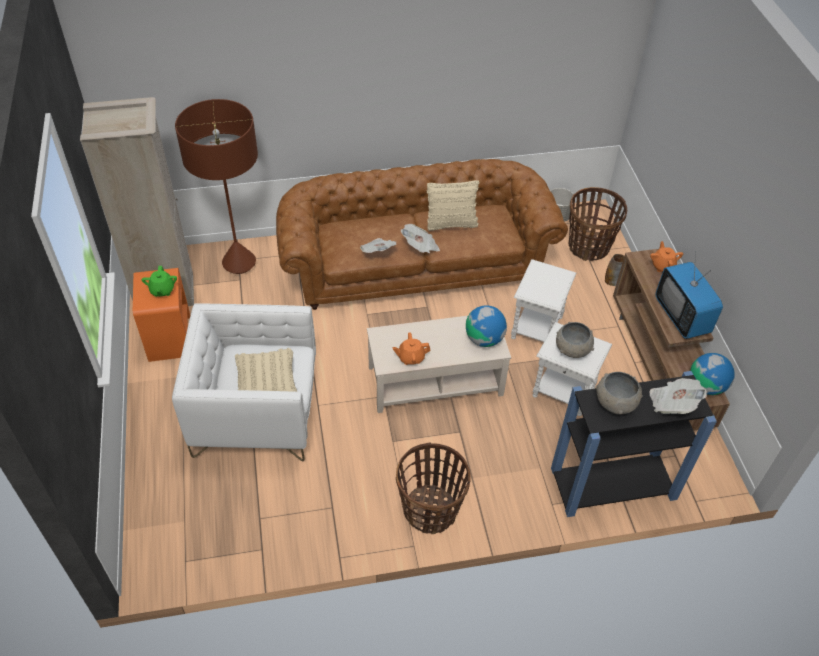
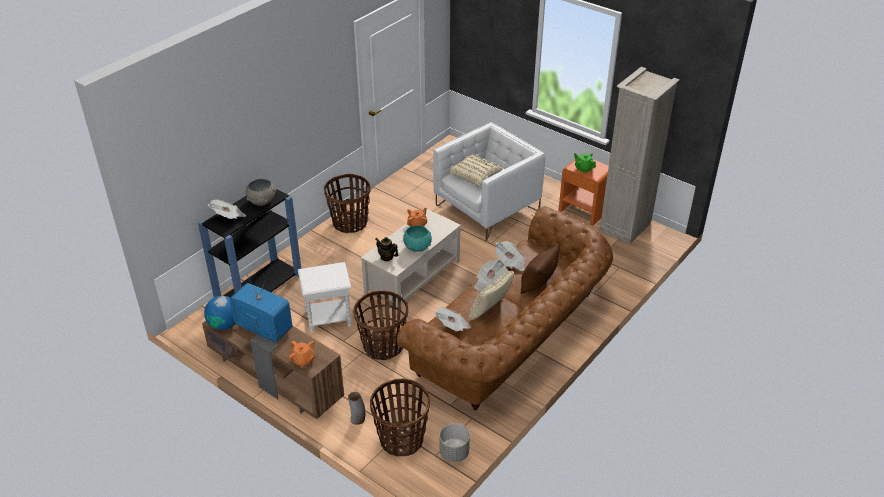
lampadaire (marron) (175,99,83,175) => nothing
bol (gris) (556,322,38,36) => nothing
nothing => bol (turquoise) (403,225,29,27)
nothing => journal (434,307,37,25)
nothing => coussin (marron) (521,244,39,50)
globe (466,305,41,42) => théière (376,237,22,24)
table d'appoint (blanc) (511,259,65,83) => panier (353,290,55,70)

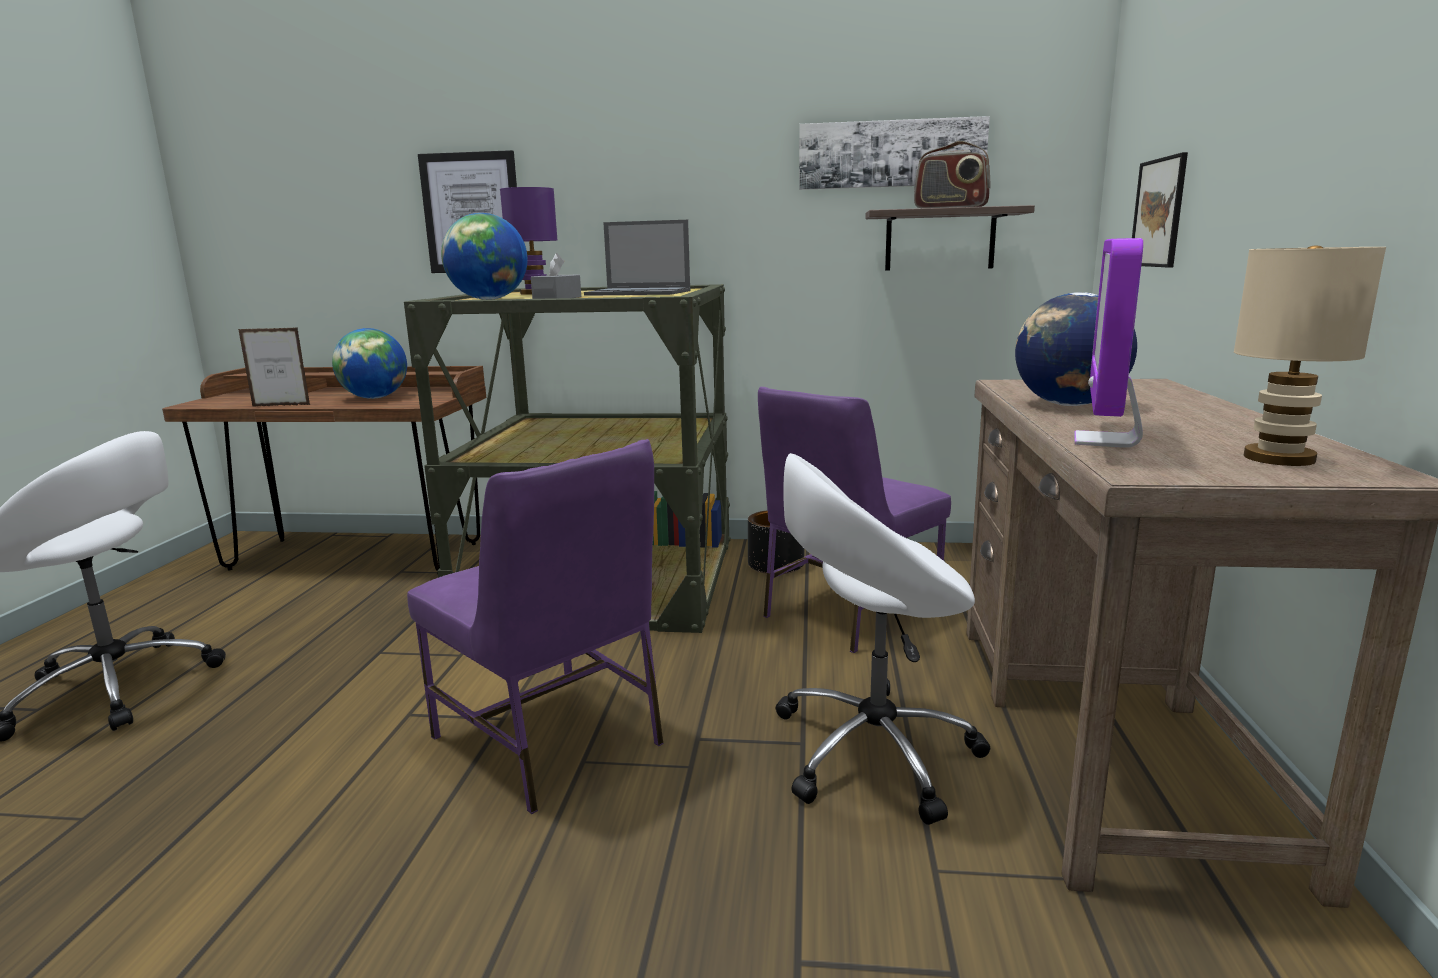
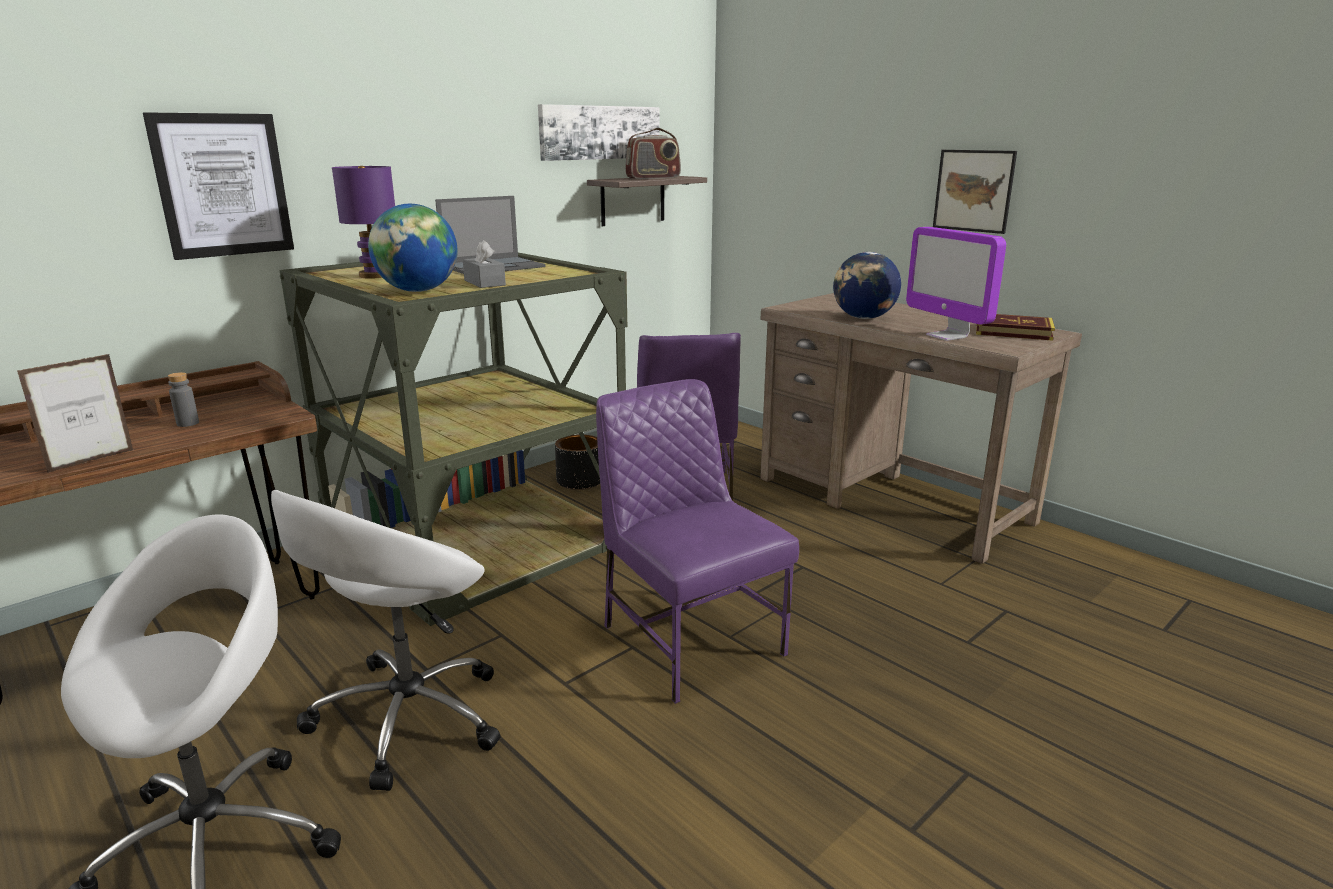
chaise de bureau (blanc) (775,453,215,372) => chaise de bureau (blanc) (271,490,230,301), shifted
tableau (1132,152,56,115) => tableau (933,150,84,84), shifted
globe (332,328,75,71) => bouteille (gris) (168,372,31,55)
lampe de table (beige) (1234,246,152,220) => livre (976,314,79,27)
chaise (violet) (407,439,257,375) => chaise (violet) (596,379,203,325), 120 degrees counterclockwise

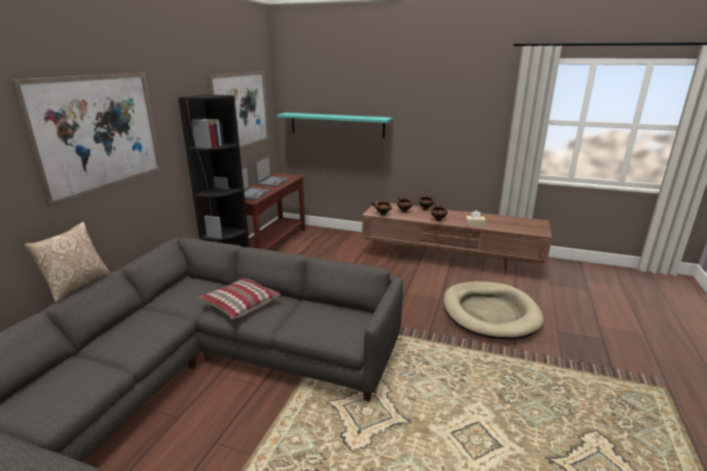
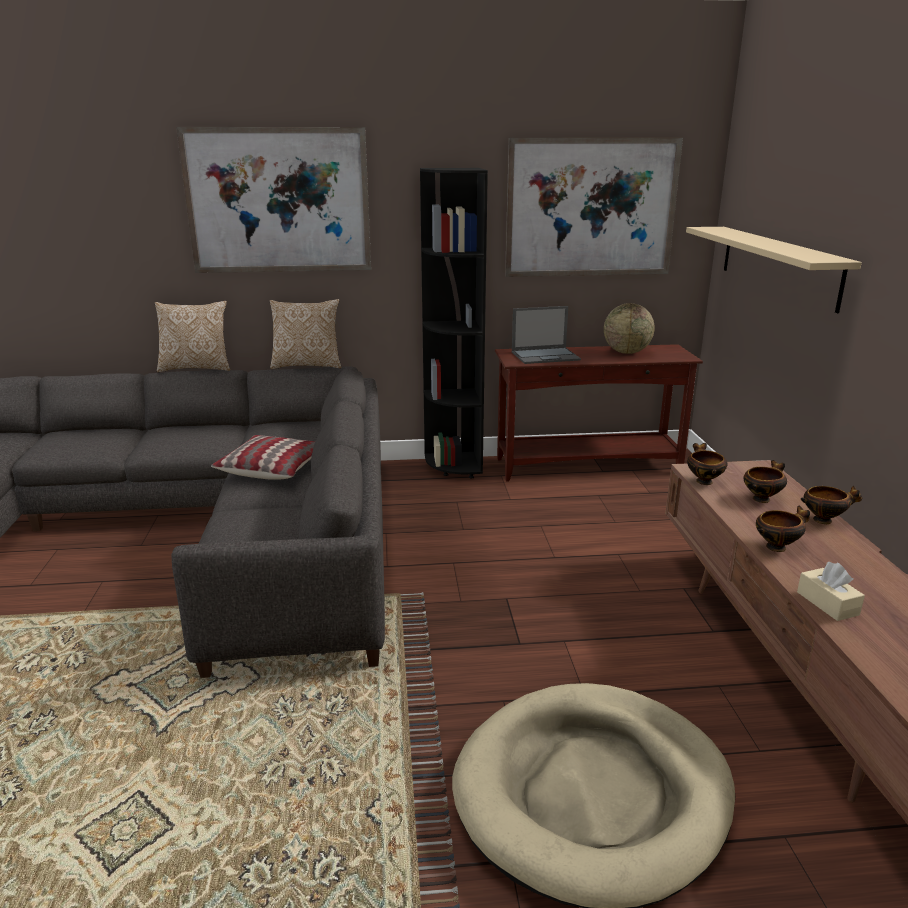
nothing => coussin (270,299,72,70)
ordinateur portable (255,155,35,32) => globe (604,303,51,51)
étagère (turquoise) (276,112,117,26) => étagère (beige) (686,227,176,86)

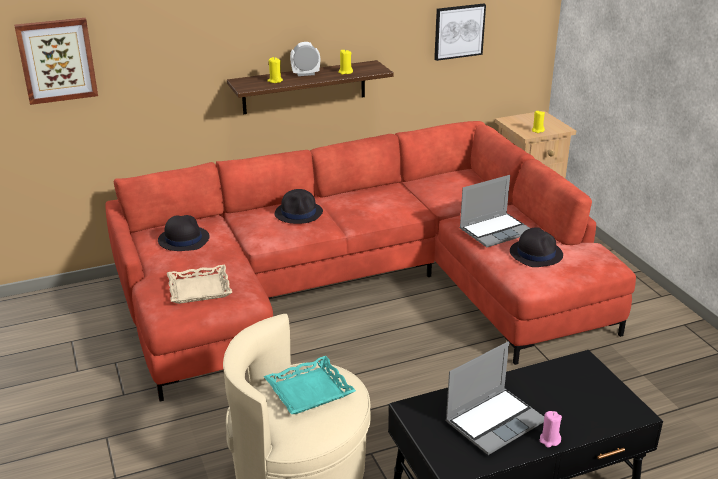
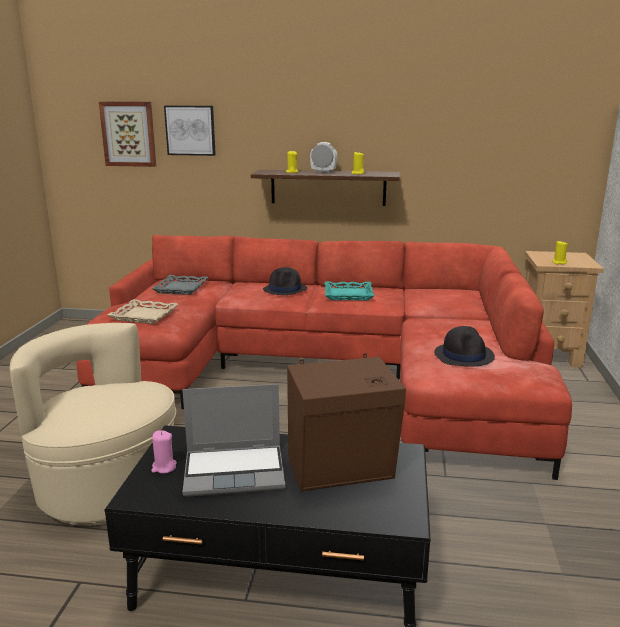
ordinateur portable (459,175,71,72) => nothing
nothing => enceinte (marron) (287,353,119,139)
plateau (turquoise) (264,356,92,58) => plateau (turquoise) (325,282,50,18), shifted
tableau (434,3,52,58) => tableau (164,106,52,50), shifted
bougie (rose) (540,411,22,37) => bougie (rose) (151,430,26,43), shifted
chapeau (noir) (158,215,52,36) => plateau (gris) (151,275,57,20)

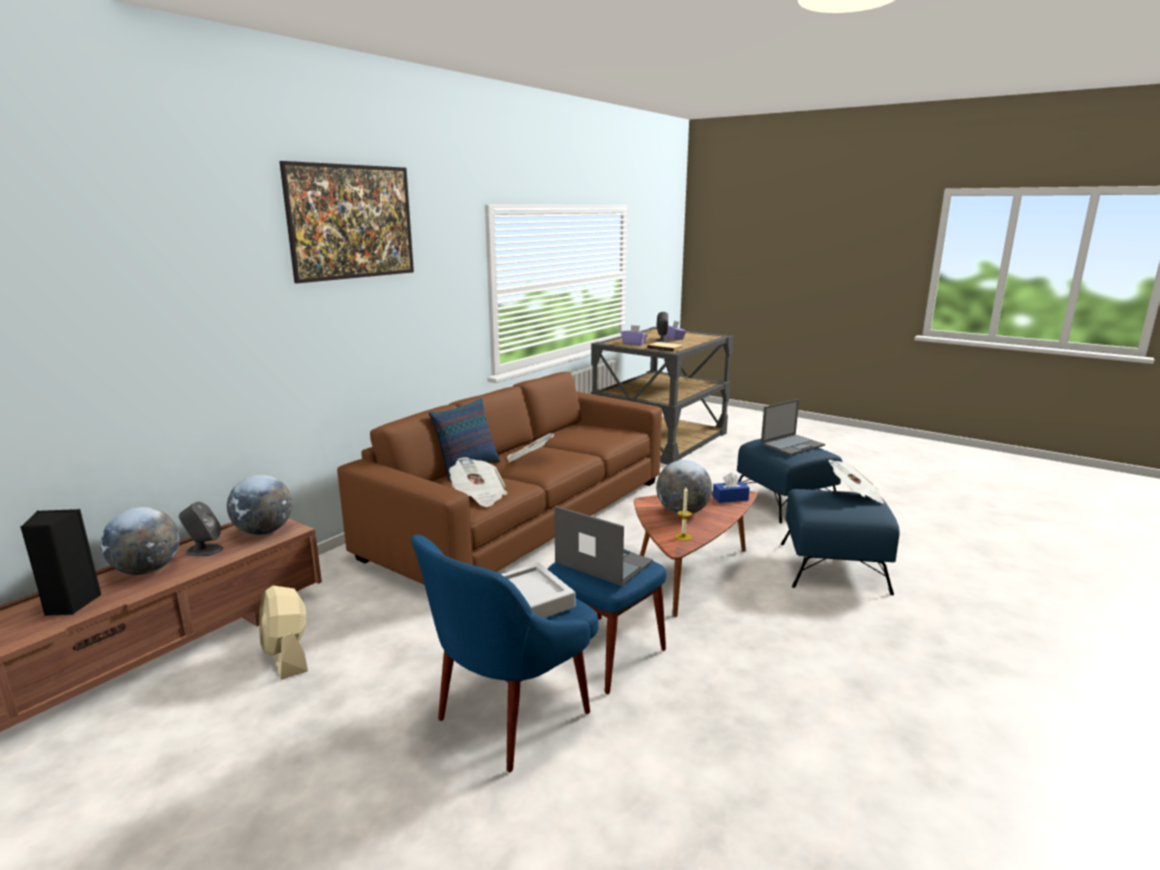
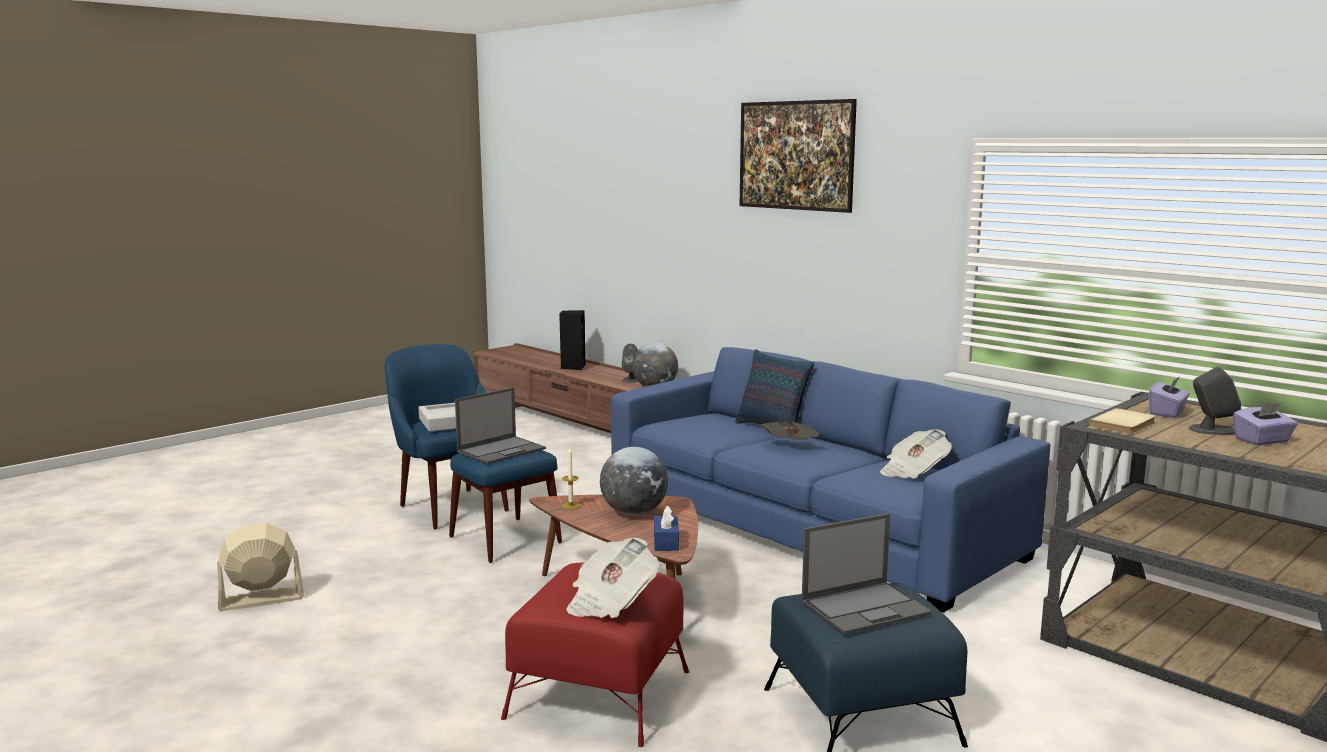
globe (101,507,79,68) => nothing
ventilateur (beige) (259,586,49,94) => ventilateur (beige) (217,523,87,88), shifted
journal (449,457,58,50) => journal (880,429,72,50), shifted
canapé (marron) (337,372,325,212) => canapé (bleu) (611,347,439,266)
pouf (bleu) (781,489,119,106) => pouf (rouge) (501,562,188,185)
ordinateur portable (761,399,64,56) => ordinateur portable (801,513,131,122), 90 degrees counterclockwise

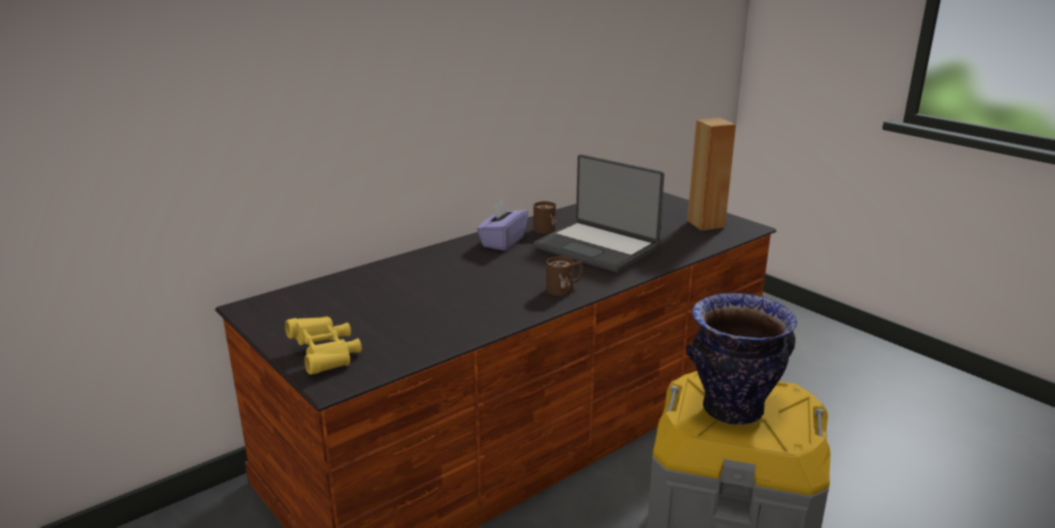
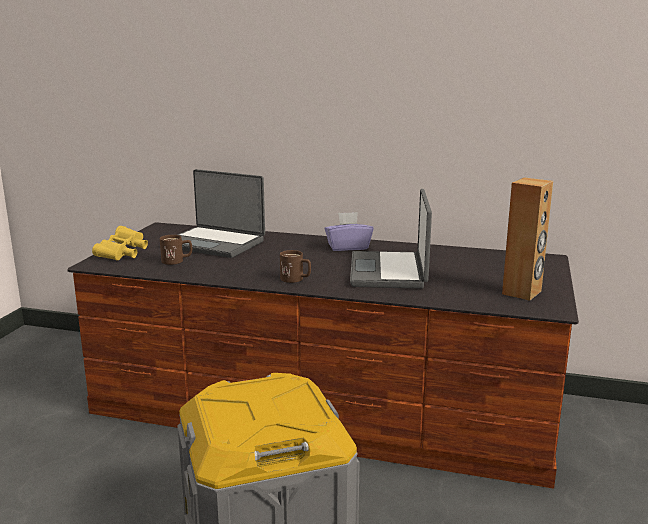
vase (686,293,111,132) => nothing
nothing => ordinateur portable (178,169,87,89)
mug (marron) (533,201,23,33) => mug (marron) (160,235,32,30), shifted

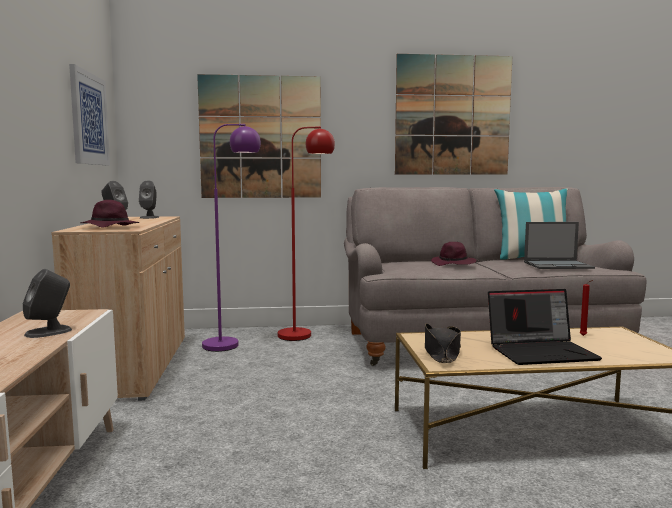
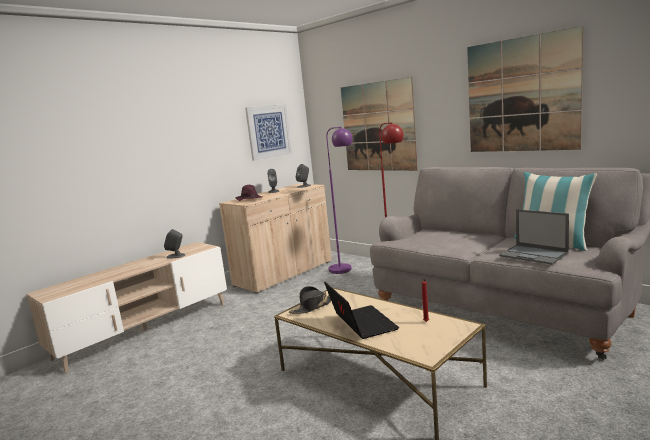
chapeau (violet) (431,242,45,24) => nothing
ordinateur portable (488,289,114,76) => ordinateur portable (324,282,75,57), 150 degrees counterclockwise

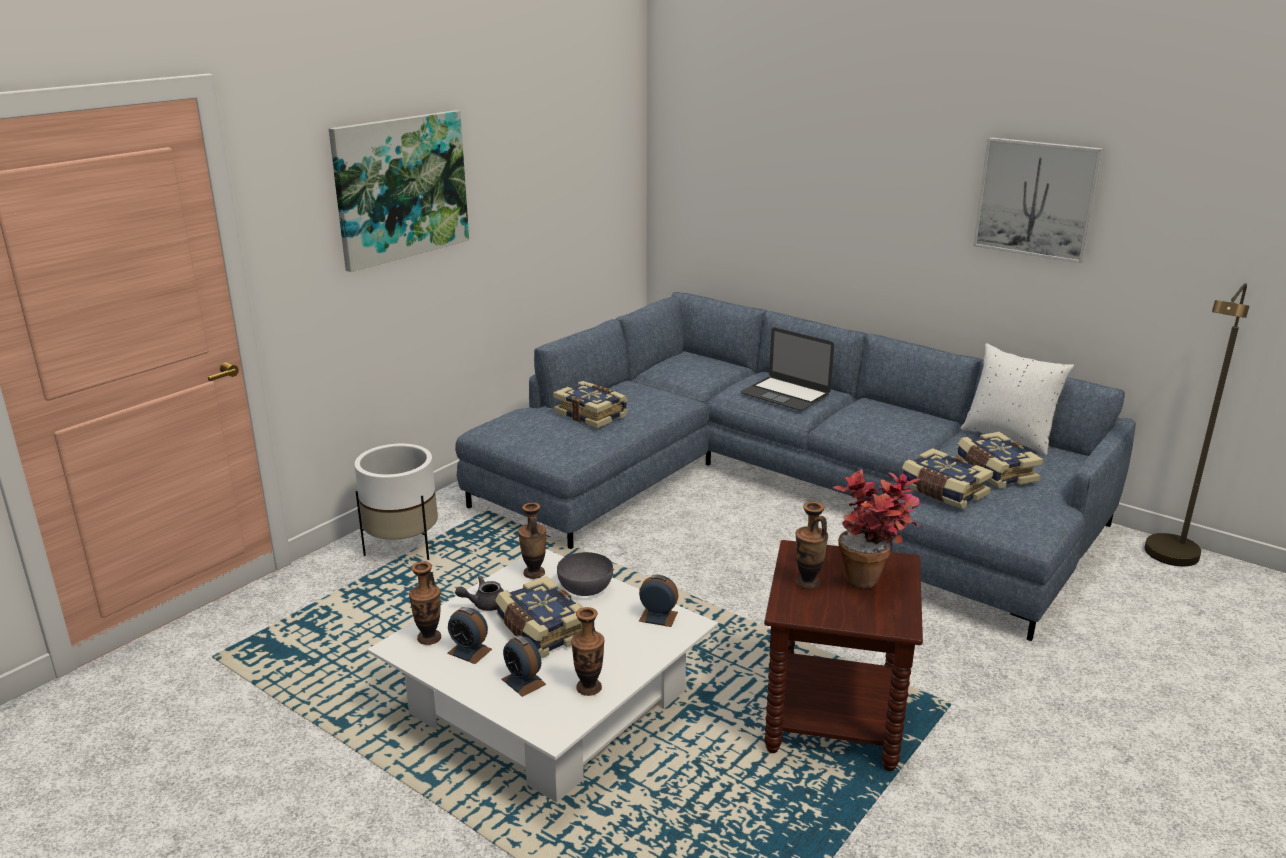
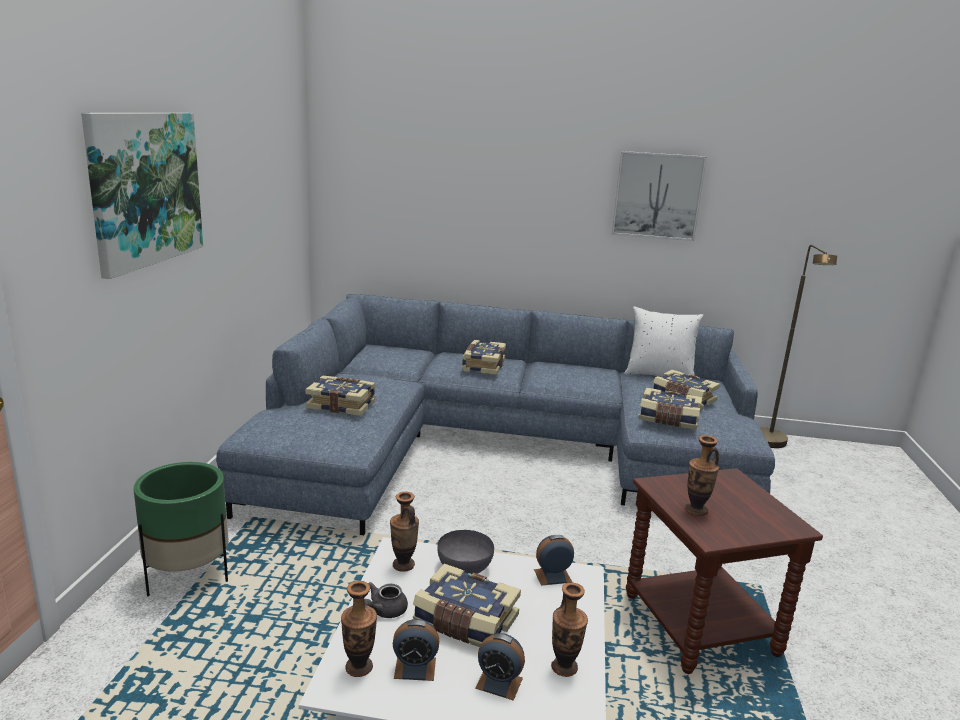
plante en pot (833,469,87,120) => nothing
ordinateur portable (740,328,94,83) => livre (462,340,44,35)
cache-pot (blanc) (355,444,83,116) => cache-pot (vert) (134,462,95,134)

